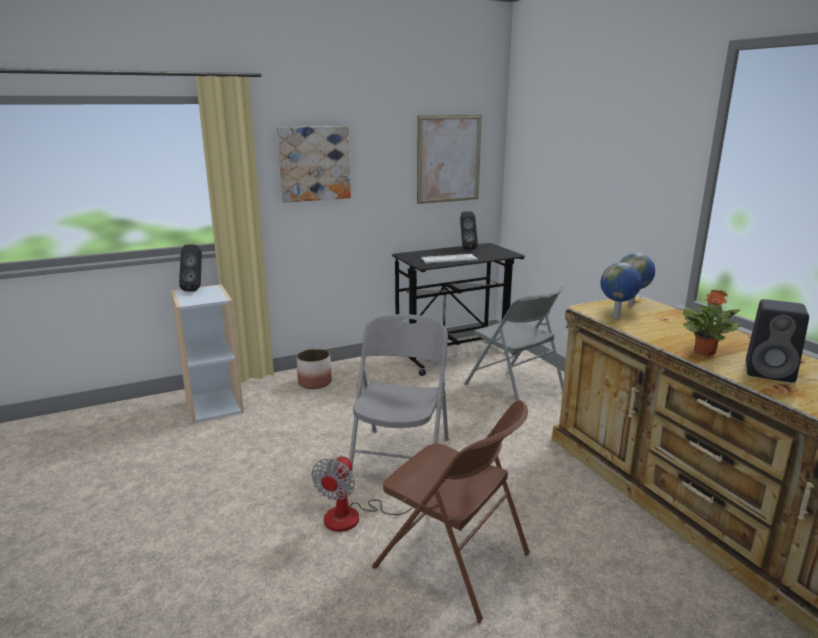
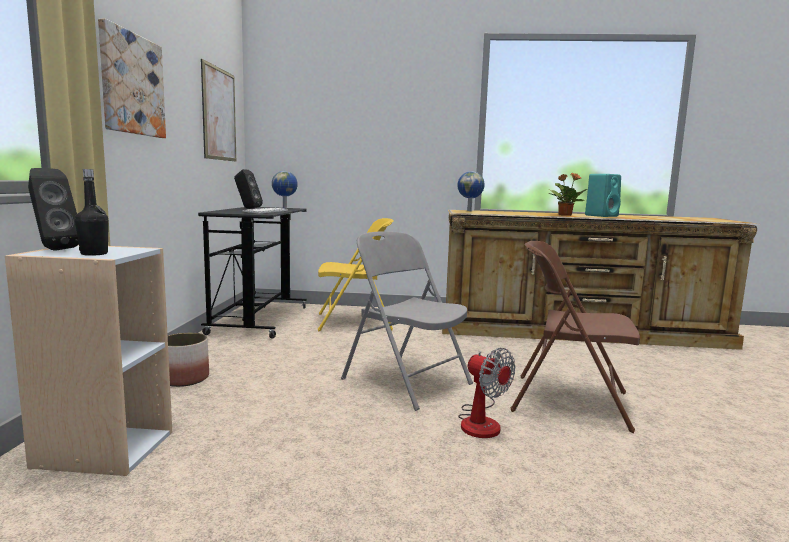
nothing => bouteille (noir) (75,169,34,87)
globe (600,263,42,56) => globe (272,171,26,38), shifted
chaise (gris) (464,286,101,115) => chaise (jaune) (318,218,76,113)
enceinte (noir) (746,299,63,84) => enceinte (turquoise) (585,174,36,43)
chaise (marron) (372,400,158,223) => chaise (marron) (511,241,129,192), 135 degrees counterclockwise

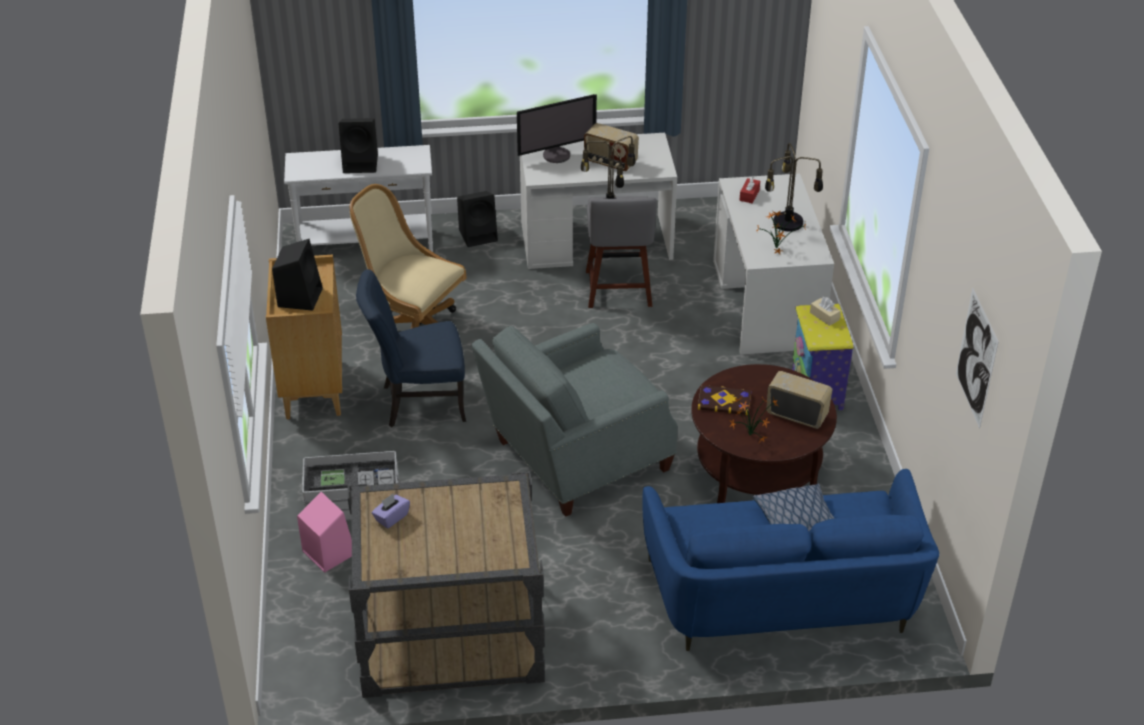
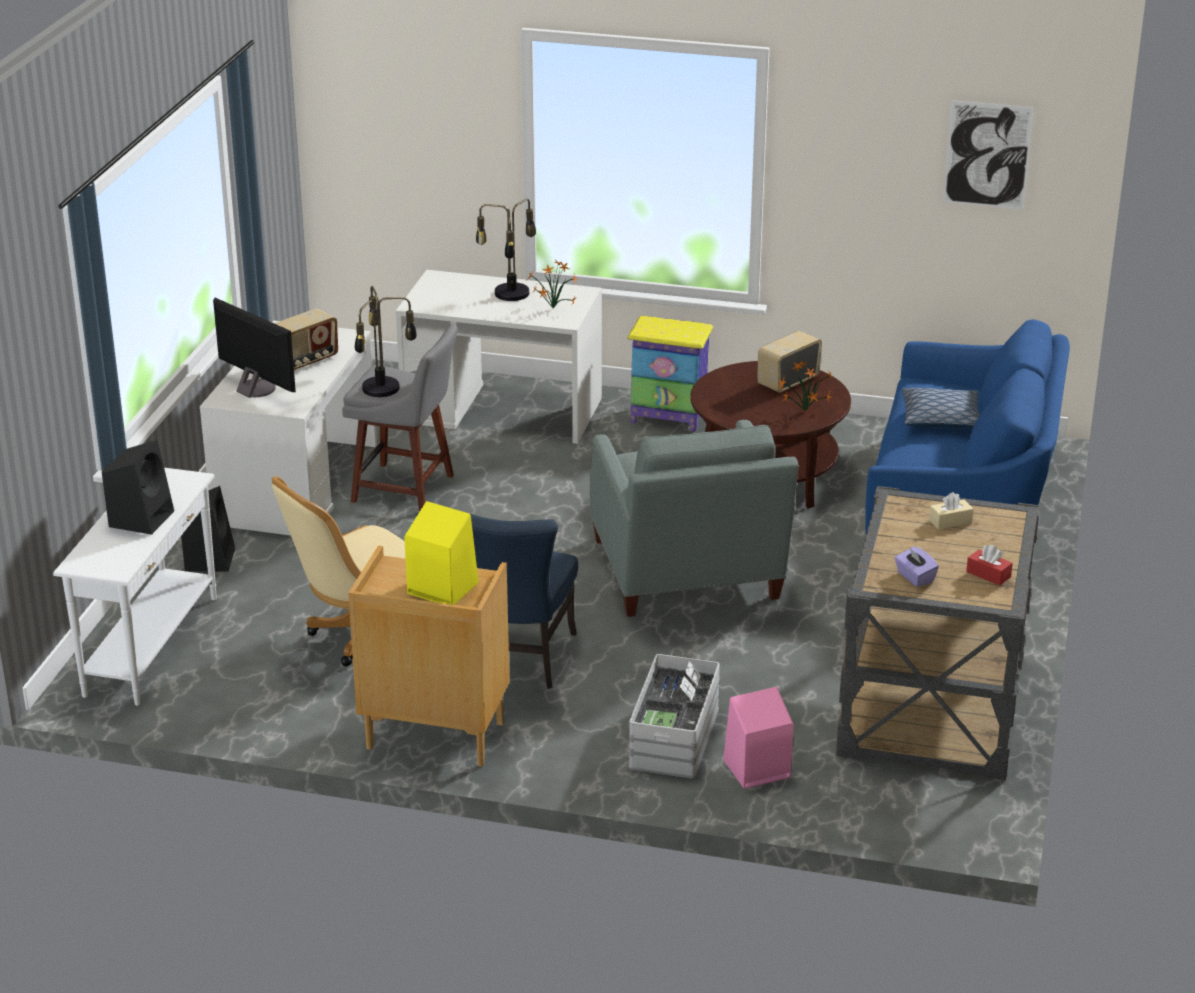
livre (697,385,54,30) => nothing
boîte à mouchoirs (rouge) (739,176,21,27) => boîte à mouchoirs (rouge) (966,545,47,41), shifted
boîte à mouchoirs (beige) (810,297,31,29) => boîte à mouchoirs (beige) (929,492,45,37), shifted
enceinte (noir) (272,239,51,72) => enceinte (jaune) (404,501,75,104)
écran d'ordinateur (517,94,80,69) => écran d'ordinateur (213,298,83,100), 45 degrees counterclockwise

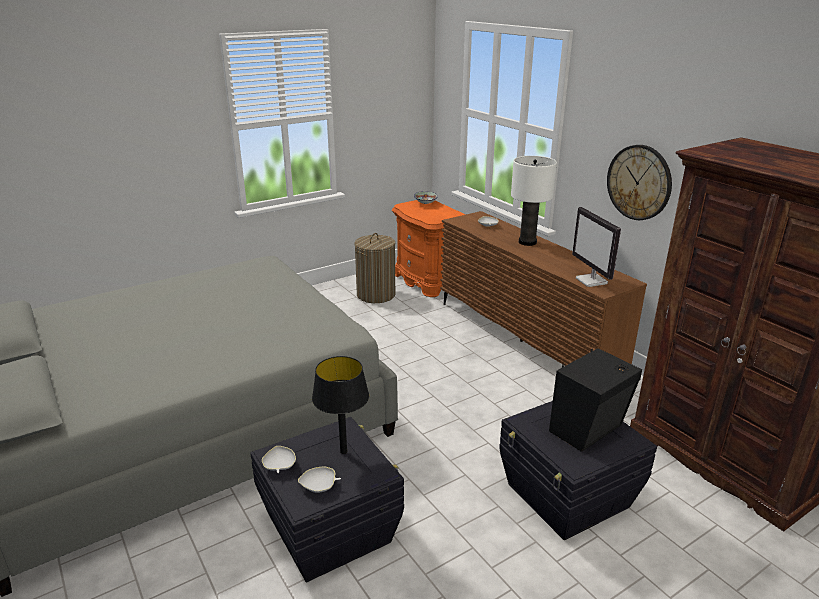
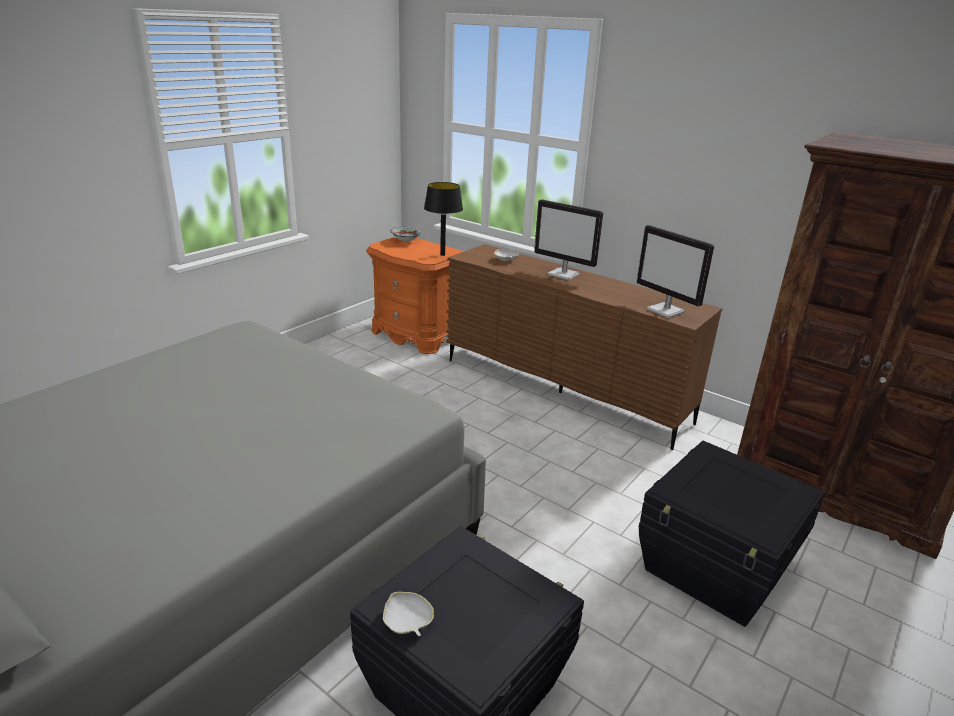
bol (blanc) (298,467,43,26) => nothing
panier à linge (355,233,40,70) => nothing
enceinte (noir) (549,348,93,104) => nothing
horloge murale (607,145,65,75) => nothing
lampe de table (noir) (312,356,57,98) => lampe de table (noir) (424,182,39,74), shifted
lampe de table (blanc) (511,156,46,90) => écran d'ordinateur (534,199,69,81)

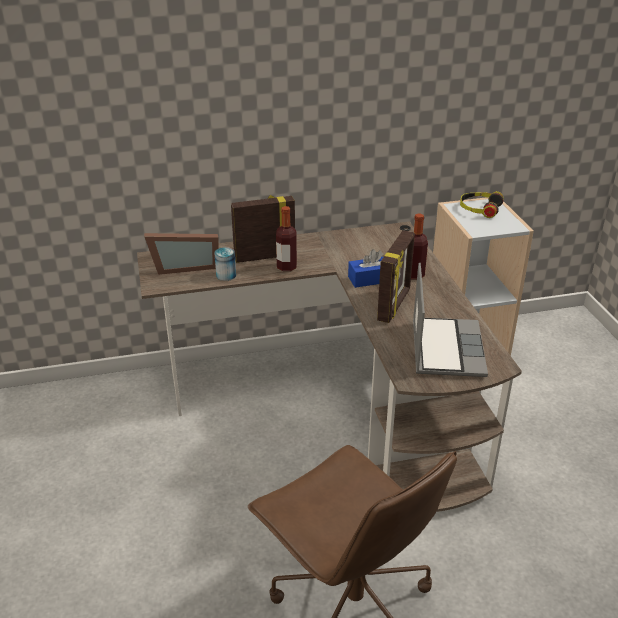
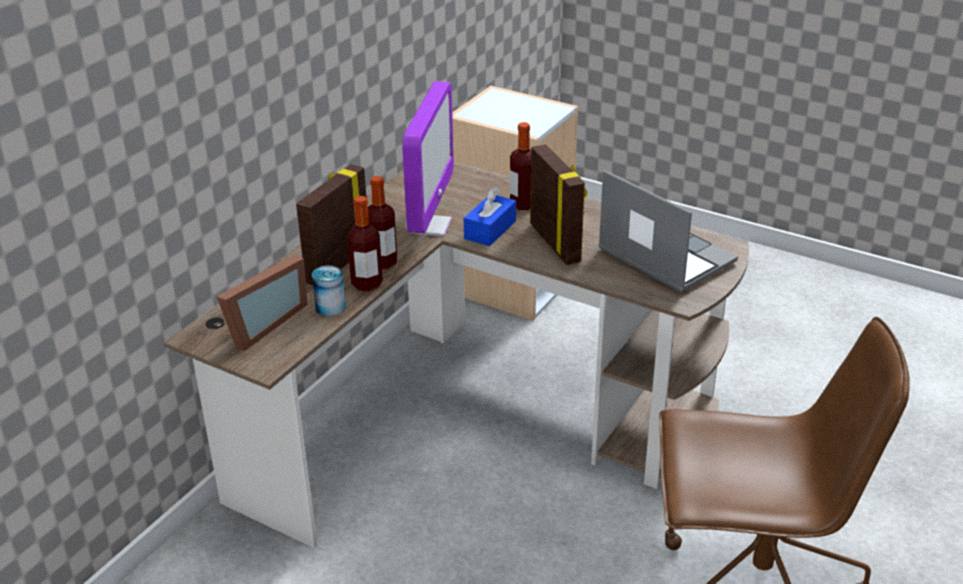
casque audio (460,191,44,27) => nothing
nothing => bouteille (347,196,36,96)
nothing => écran d'ordinateur (402,81,52,155)

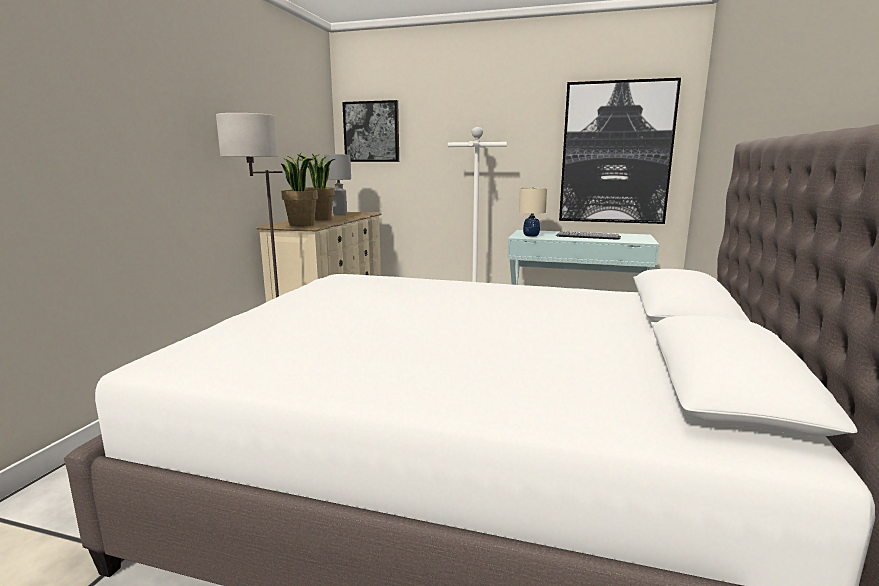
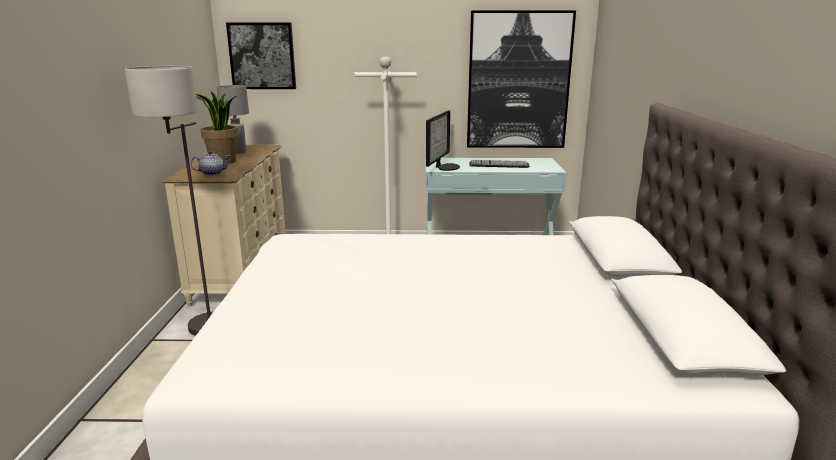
plante en pot (281,153,39,73) => théière (190,151,41,24)
lampe de table (beige) (519,187,28,50) => écran d'ordinateur (426,110,34,61)

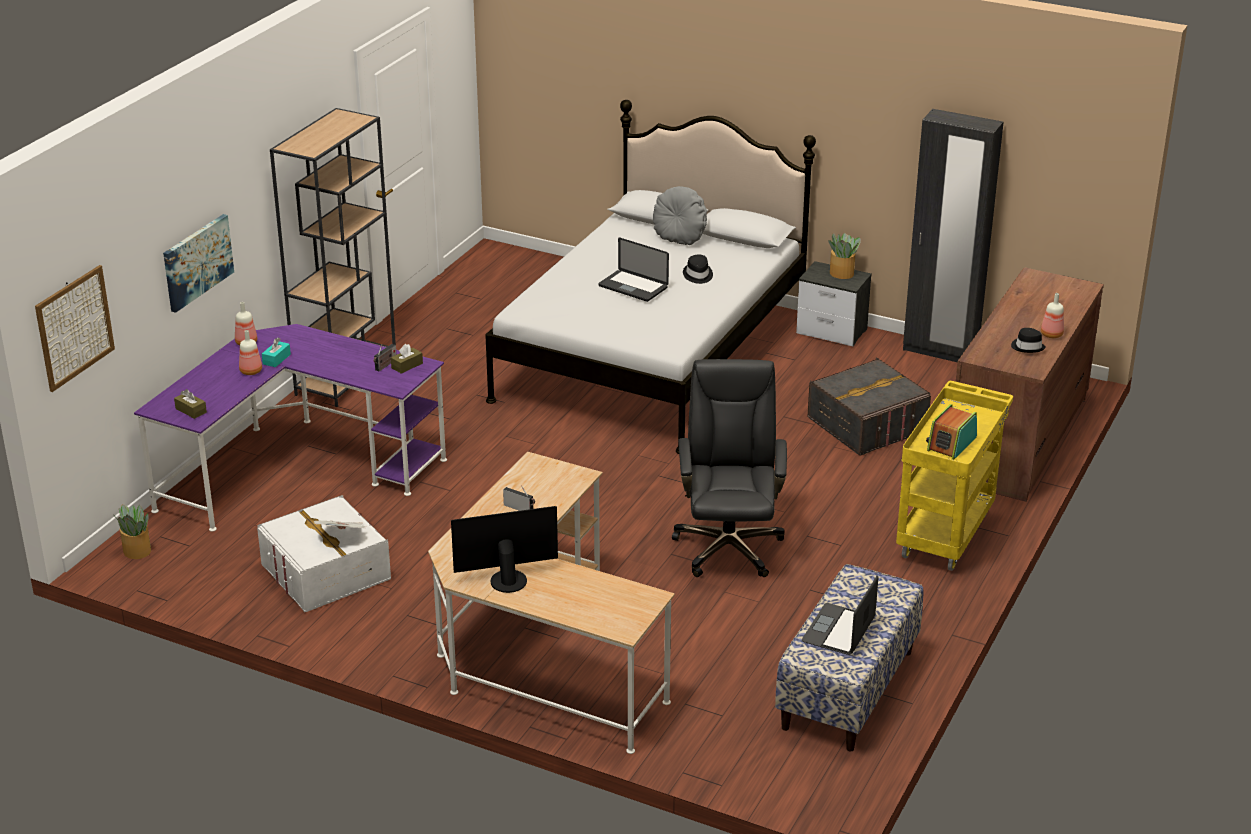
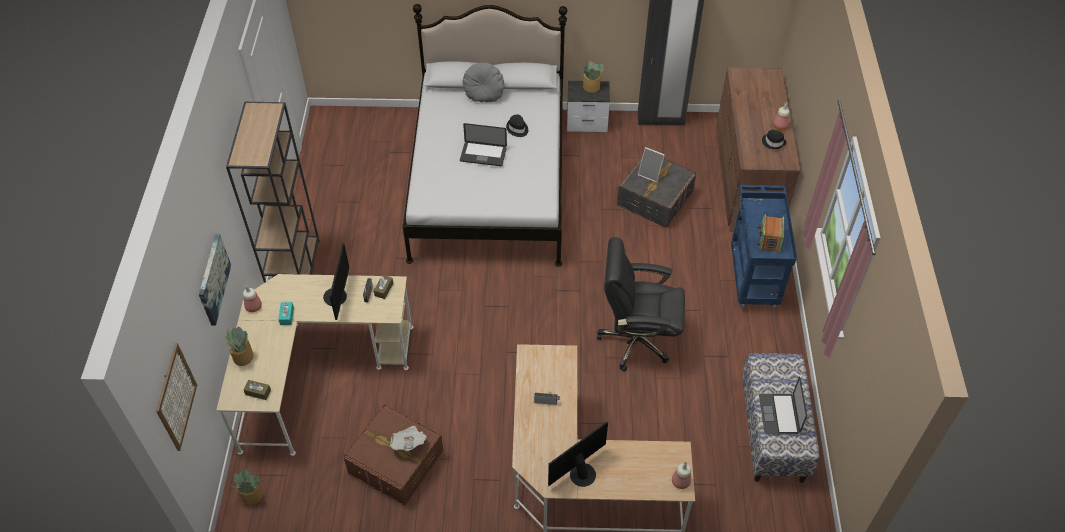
nothing => plante en pot (225,327,29,39)
nothing => écran d'ordinateur (323,243,26,77)
nothing => cadre photo (638,147,27,36)
bouteille (239,330,23,45) => bouteille (672,462,19,27), shifted
bureau (violet) (134,324,313,208) => bureau (beige) (216,274,197,182)
boîte de rangement (blanc) (257,495,134,117) => boîte de rangement (marron) (344,405,100,101)
chariot (jaune) (896,381,117,190) => chariot (bleu) (731,185,66,124)
chaise de bureau (noir) (672,359,115,218) => chaise de bureau (noir) (597,237,88,135), 60 degrees counterclockwise

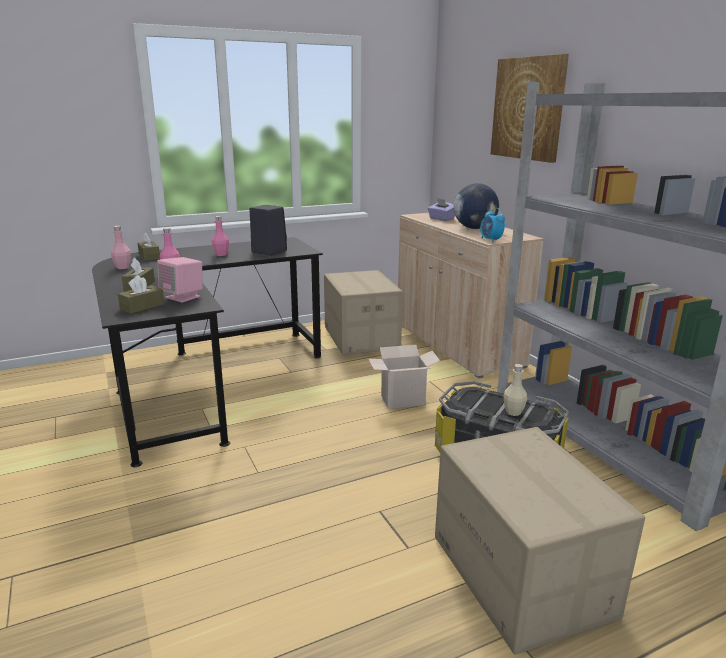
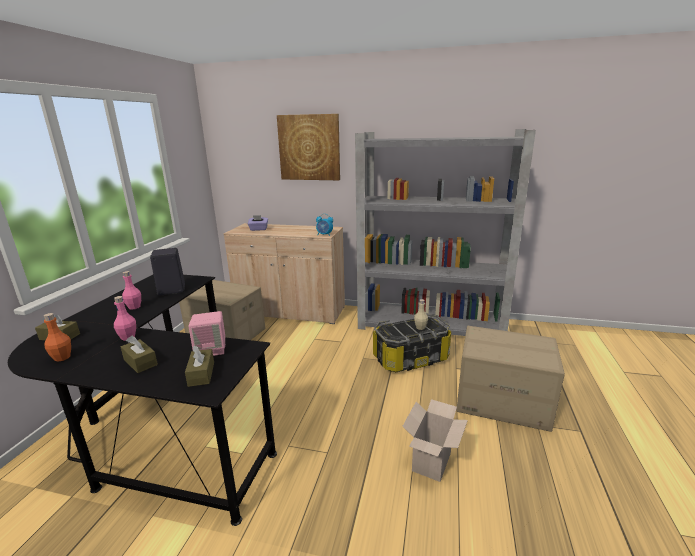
globe (454,183,45,46) => nothing
carton (369,345,71,64) => carton (402,399,66,83), shifted
bouteille (rose) (111,226,20,43) => bouteille (orange) (44,313,27,49)

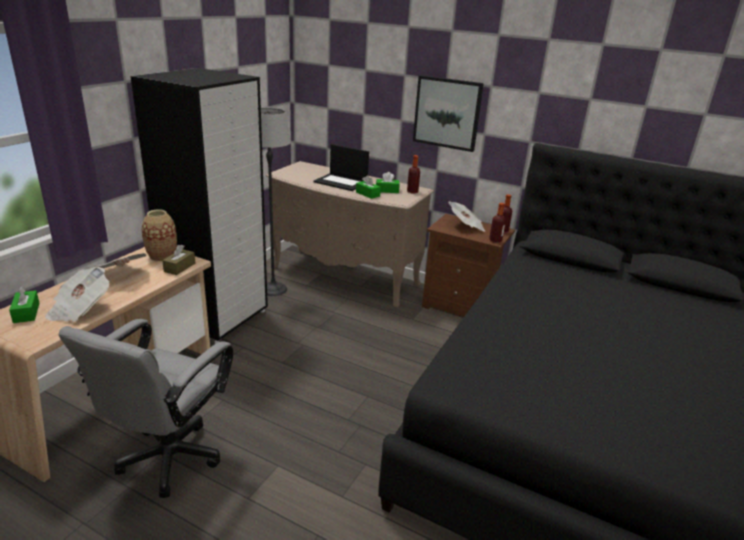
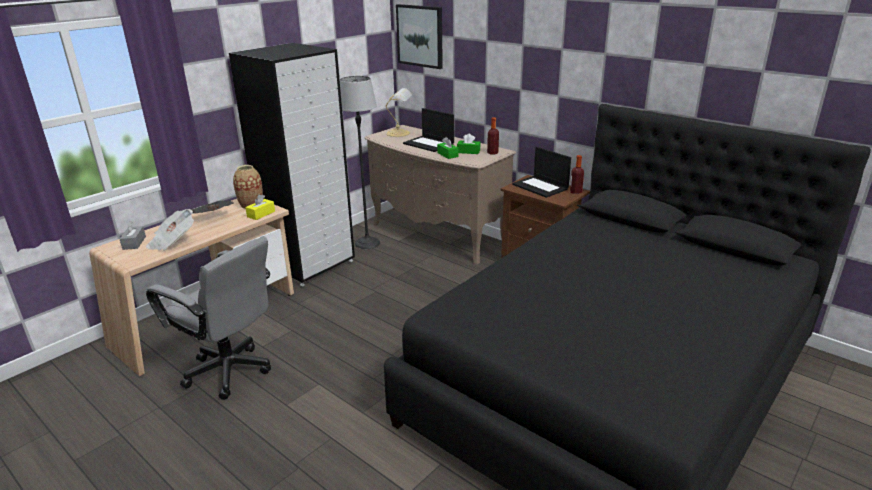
bouteille (489,203,17,40) => nothing
nothing => lampe de table (386,88,26,49)
tableau (413,75,71,77) => tableau (396,4,47,65), shifted
journal (448,201,38,31) => ordinateur portable (512,147,59,51)
boîte à mouchoirs (vert) (9,286,30,37) => boîte à mouchoirs (gris) (120,221,26,29)
boîte à mouchoirs (marron) (162,245,33,30) => boîte à mouchoirs (jaune) (245,194,30,26)
chaise de bureau (gris) (59,319,174,179) => chaise de bureau (gris) (146,236,125,164), 90 degrees counterclockwise

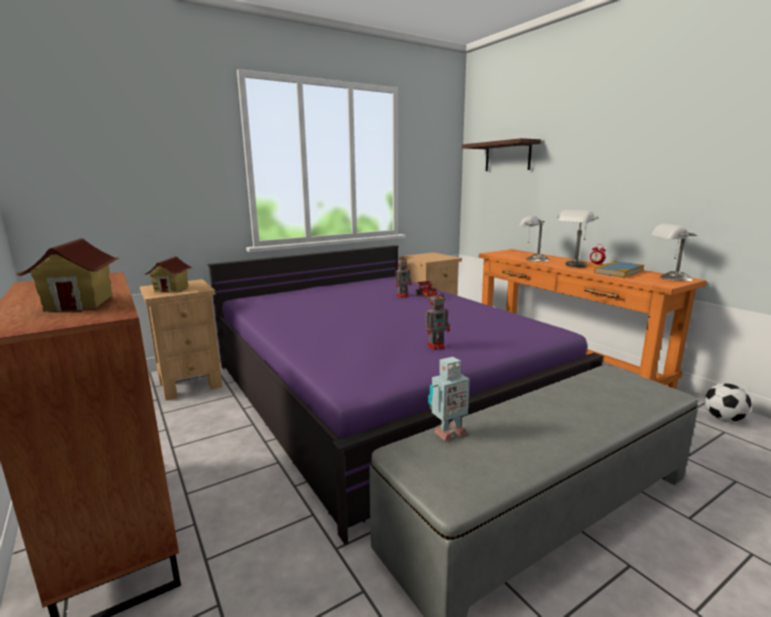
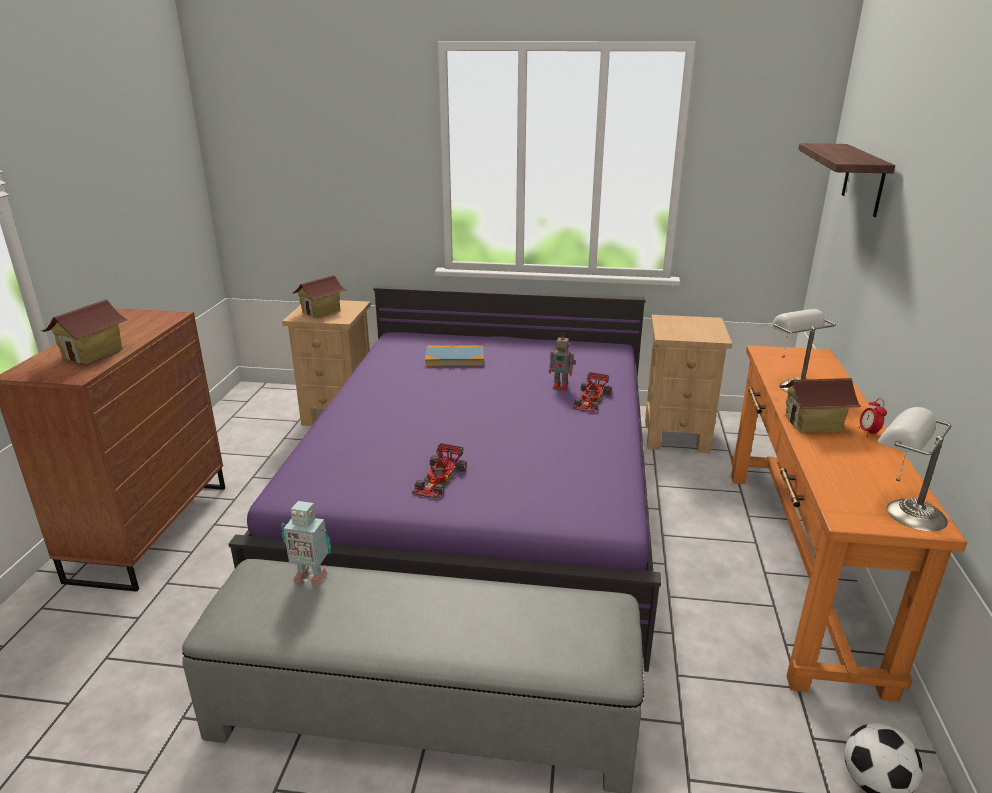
livre (594,261,51,17) => livre (425,345,58,21), shifted
robot jouet (425,290,25,60) => petite voiture (412,443,55,56)
lampe de table (gris) (557,210,43,57) => maison miniature (779,378,82,55)

